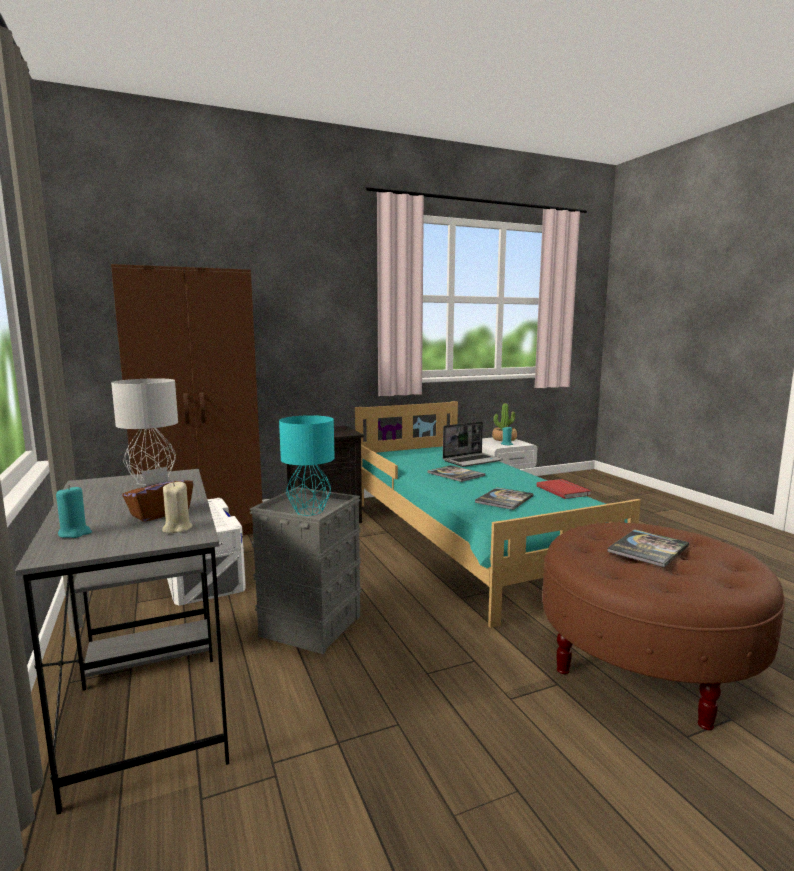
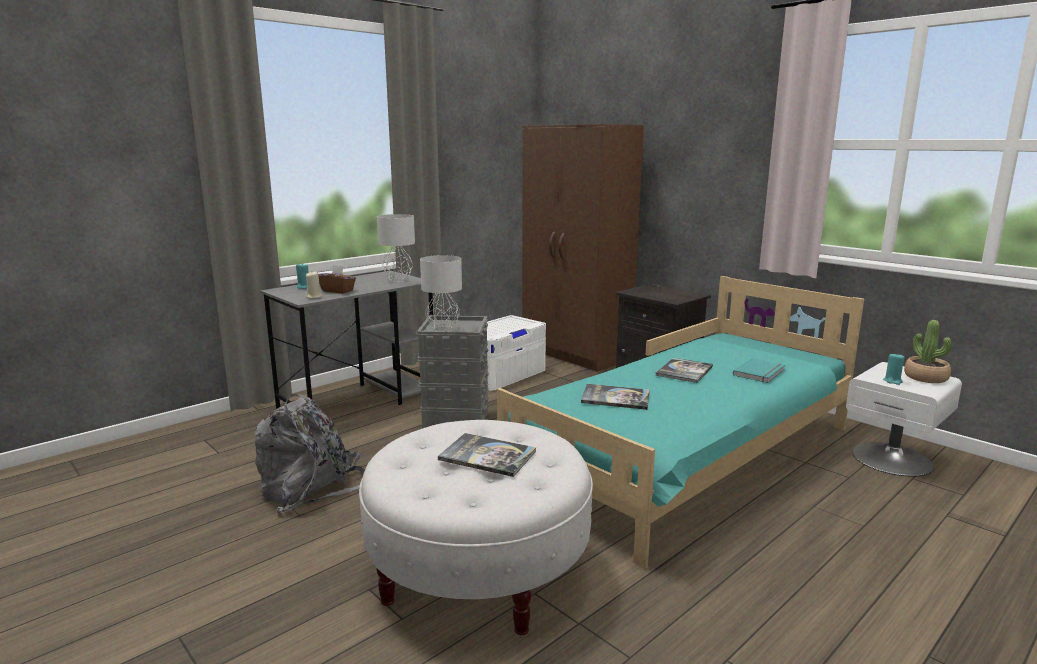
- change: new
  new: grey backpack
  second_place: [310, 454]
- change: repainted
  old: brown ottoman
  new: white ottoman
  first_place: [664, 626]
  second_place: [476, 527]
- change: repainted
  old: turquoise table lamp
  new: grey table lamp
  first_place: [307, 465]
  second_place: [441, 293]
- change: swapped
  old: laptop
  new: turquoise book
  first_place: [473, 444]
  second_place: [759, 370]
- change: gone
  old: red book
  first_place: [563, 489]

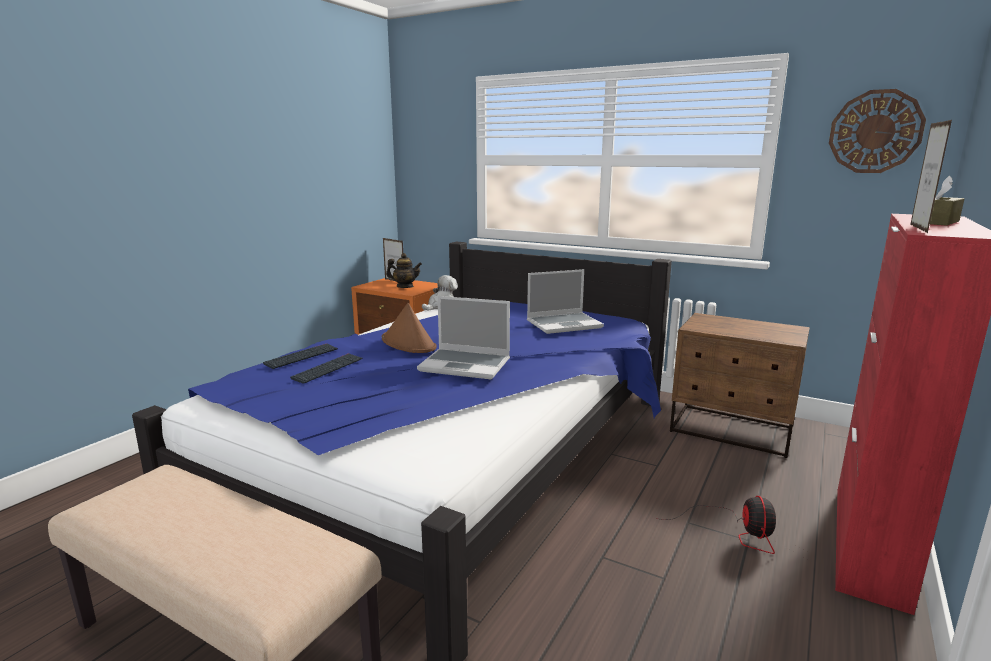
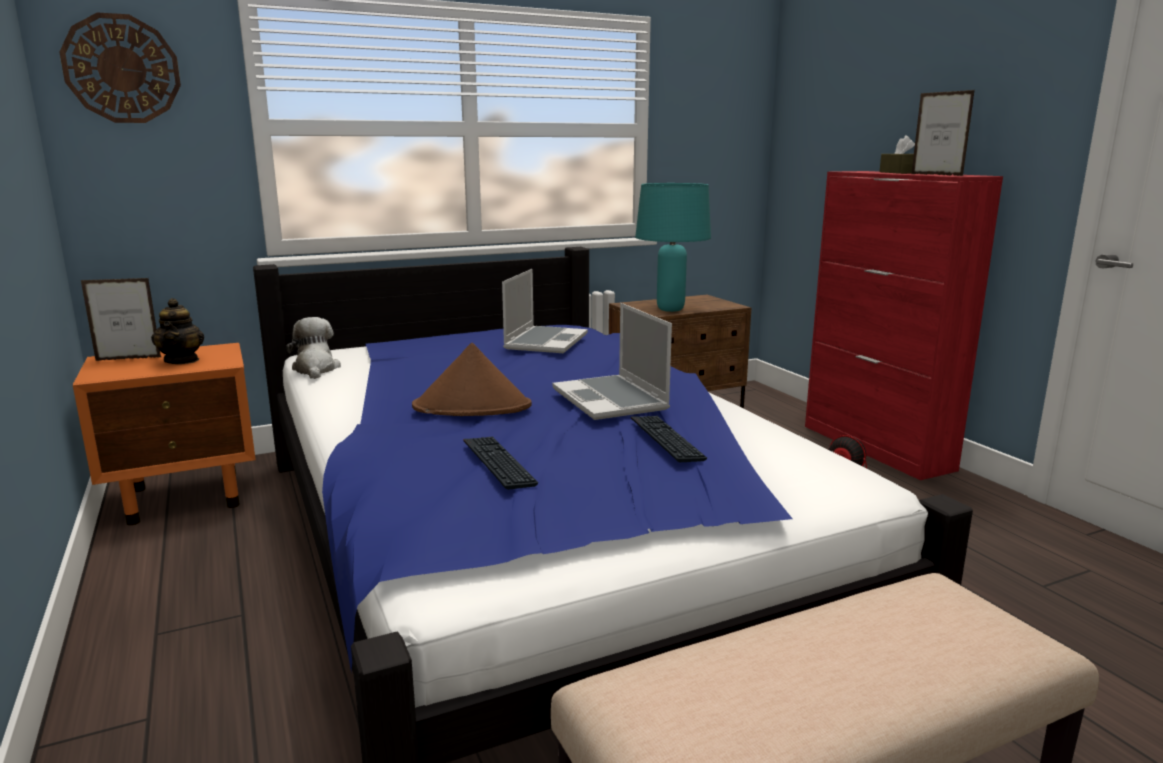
- change: shifted
  old: wall clock
  first_place: [877, 131]
  second_place: [120, 67]
- change: rotated
  old: teapot
  first_place: [404, 270]
  second_place: [177, 331]
  degrees: 120
- change: rotated
  old: laptop
  first_place: [463, 337]
  second_place: [612, 361]
  degrees: 105
- change: shifted
  old: keyboard
  first_place: [300, 356]
  second_place: [669, 439]
- change: new
  new: turquoise table lamp
  second_place: [673, 247]

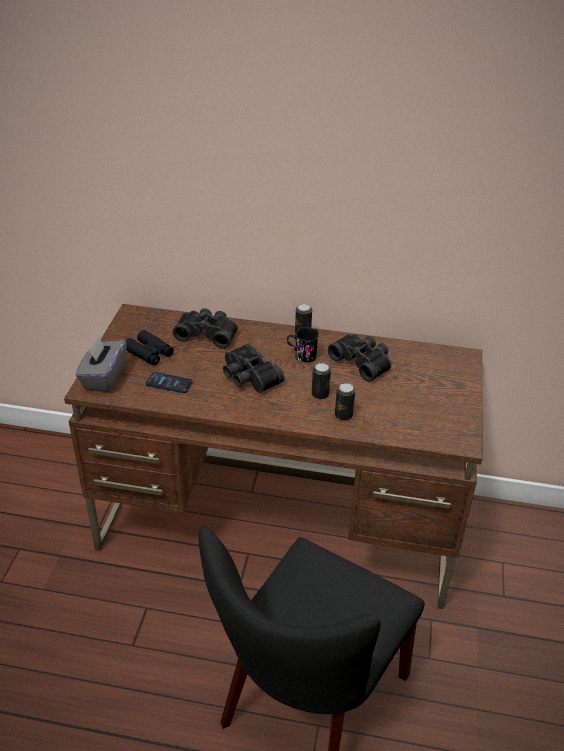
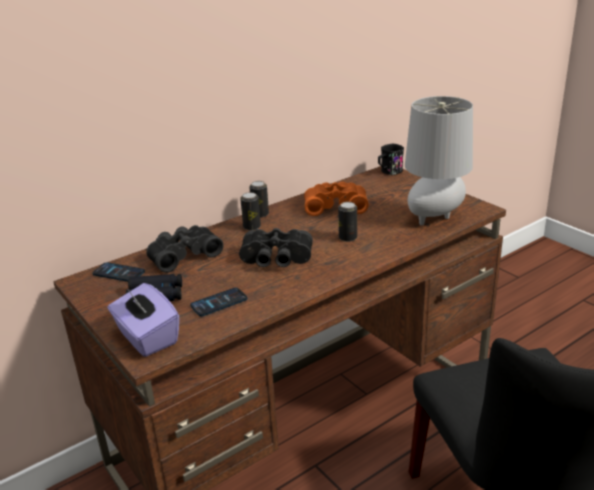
- change: new
  new: phone
  second_place: [119, 272]
- change: repainted
  old: grey tissue box
  new: purple tissue box
  first_place: [101, 364]
  second_place: [143, 320]
- change: shifted
  old: can
  first_place: [345, 401]
  second_place: [250, 211]
- change: repainted
  old: black binoculars
  new: orange binoculars
  first_place: [359, 358]
  second_place: [336, 199]
- change: shifted
  old: black mug
  first_place: [303, 344]
  second_place: [391, 159]
- change: new
  new: grey table lamp
  second_place: [439, 160]

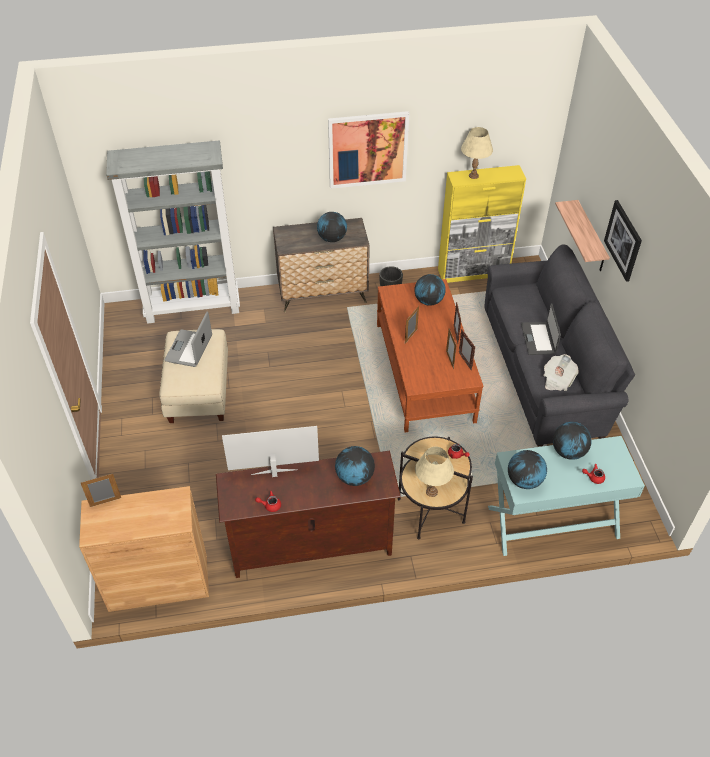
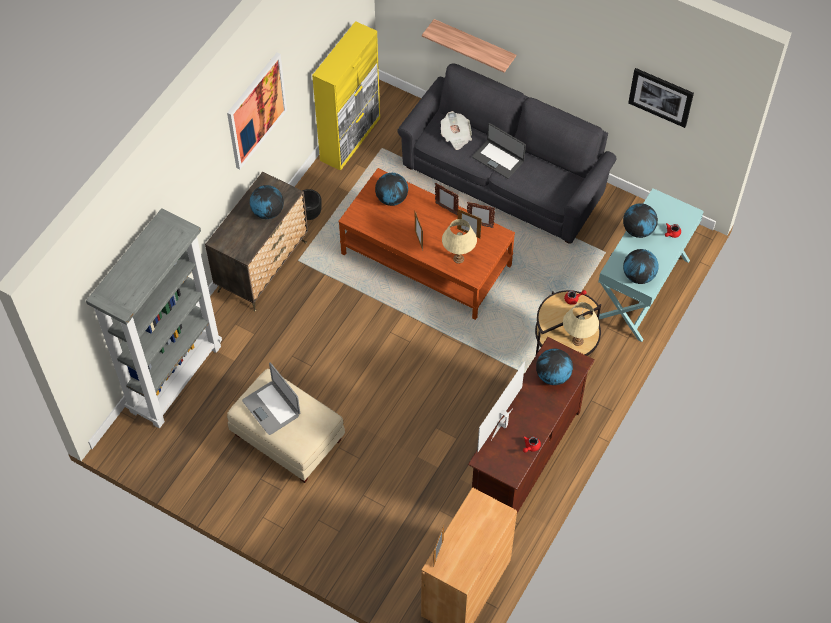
- change: shifted
  old: newspaper
  first_place: [561, 372]
  second_place: [456, 130]
- change: shifted
  old: beige table lamp
  first_place: [477, 153]
  second_place: [459, 241]
- change: shifted
  old: picture
  first_place: [623, 241]
  second_place: [661, 98]

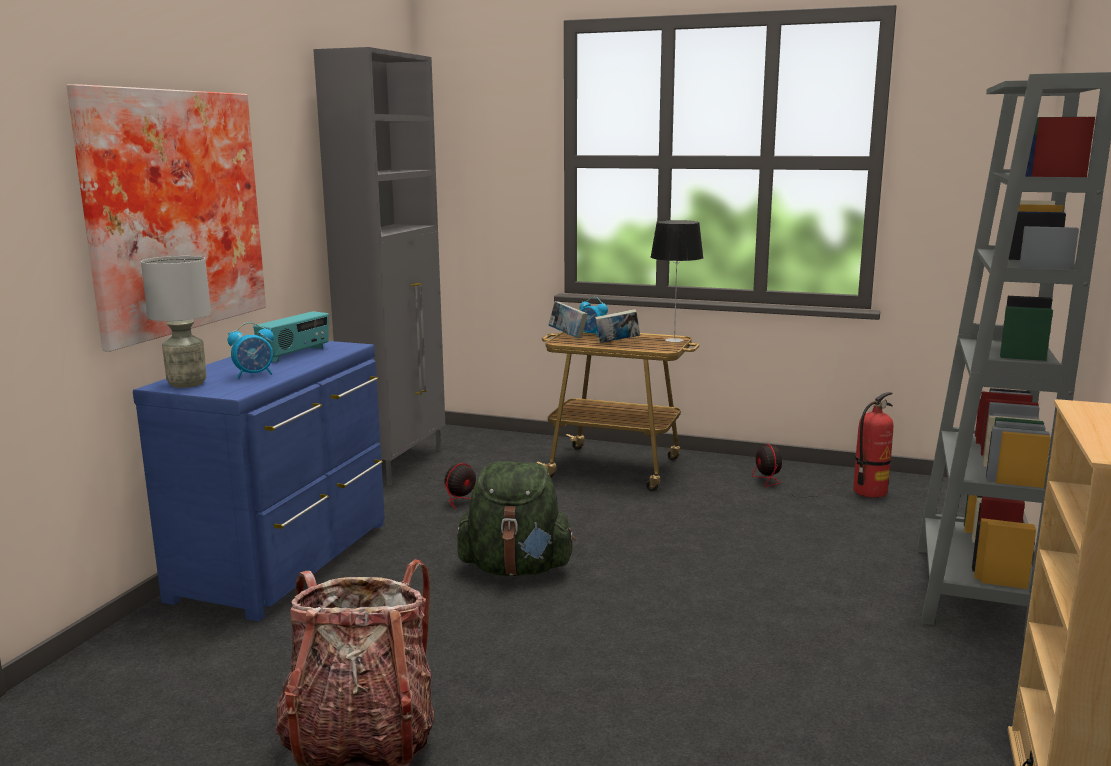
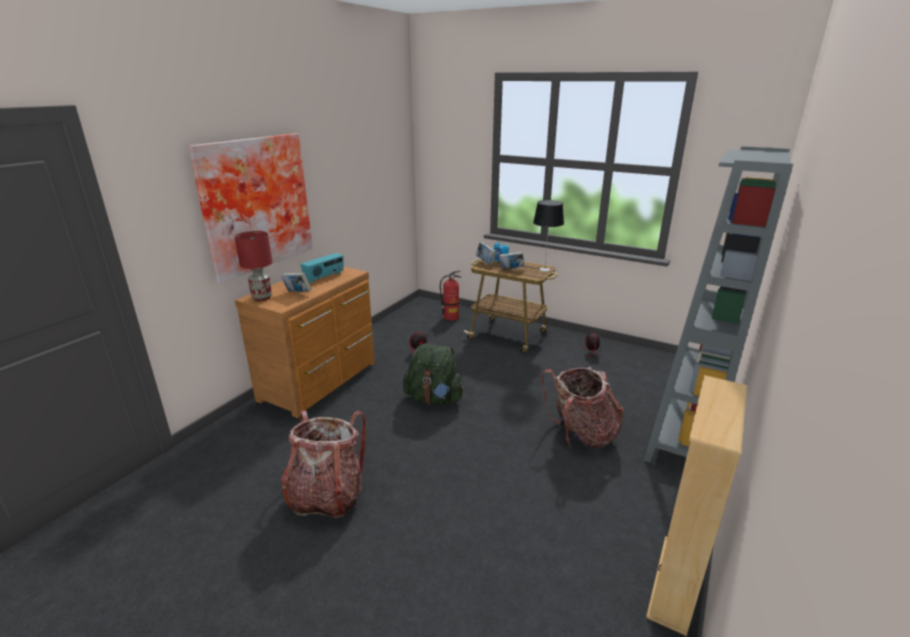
- change: repainted
  old: grey table lamp
  new: red table lamp
  first_place: [176, 322]
  second_place: [253, 266]
- change: repainted
  old: blue dresser
  new: brown dresser
  first_place: [259, 481]
  second_place: [305, 342]
- change: swapped
  old: alarm clock
  new: book
  first_place: [251, 350]
  second_place: [296, 282]
- change: shifted
  old: fire extinguisher
  first_place: [873, 445]
  second_place: [450, 296]
- change: new
  new: backpack
  second_place: [582, 407]
- change: gone
  old: grey cabinet
  first_place: [379, 266]

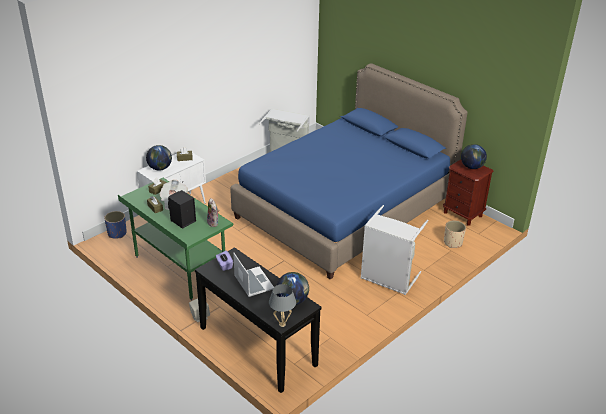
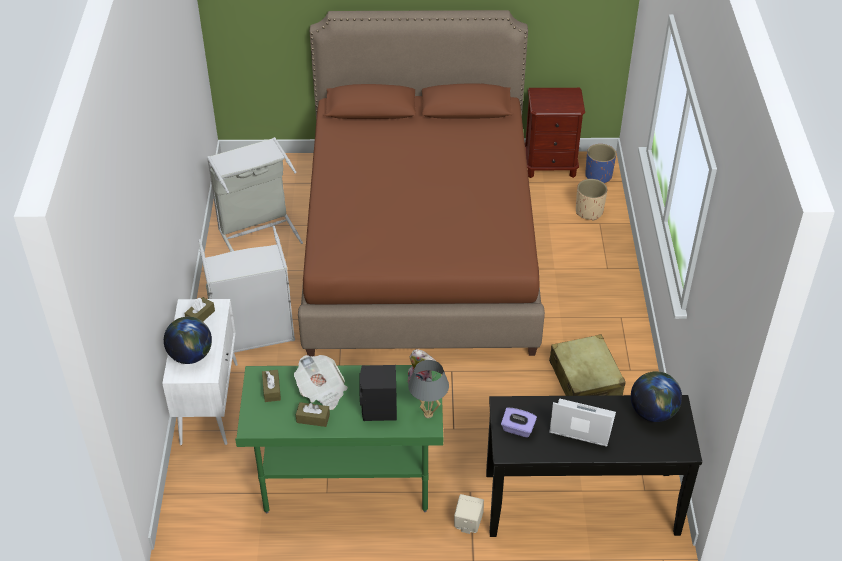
- change: shifted
  old: grey laundry basket
  first_place: [394, 250]
  second_place: [246, 289]
- change: repainted
  old: blue bed
  new: brown bed
  first_place: [349, 171]
  second_place: [421, 183]
- change: shifted
  old: grey table lamp
  first_place: [282, 305]
  second_place: [428, 389]
- change: new
  new: beige suitcase
  second_place: [587, 365]
- change: shifted
  old: blue planter
  first_place: [115, 224]
  second_place: [600, 163]
- change: gone
  old: globe
  first_place: [474, 156]

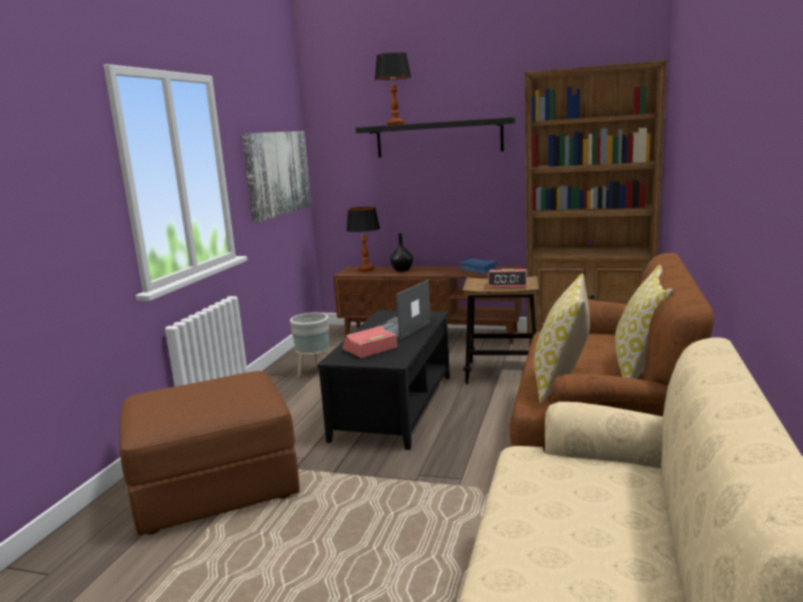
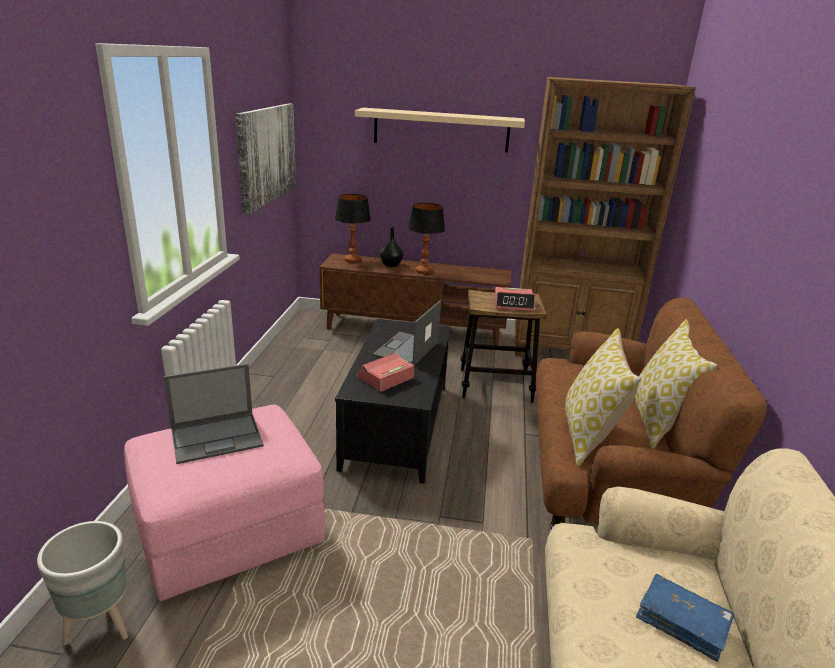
- change: shifted
  old: grey planter
  first_place: [309, 345]
  second_place: [82, 583]
- change: repainted
  old: brown ottoman
  new: pink ottoman
  first_place: [210, 453]
  second_place: [224, 503]
- change: new
  new: laptop
  second_place: [213, 414]
- change: repainted
  old: black shelf
  new: beige shelf
  first_place: [435, 137]
  second_place: [440, 130]
- change: shifted
  old: table lamp
  first_place: [393, 89]
  second_place: [426, 238]
- change: shifted
  old: blue book
  first_place: [478, 266]
  second_place: [685, 618]

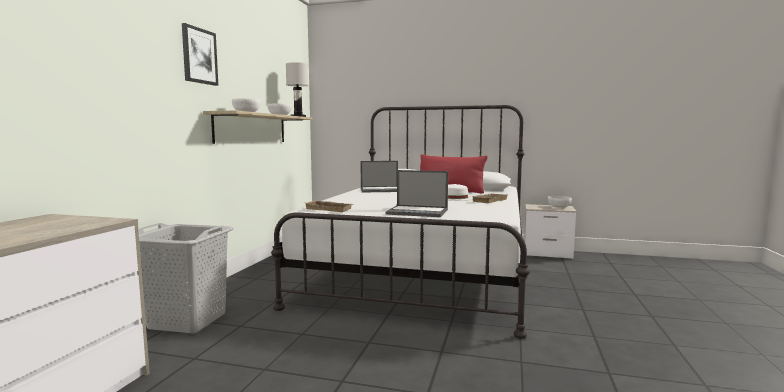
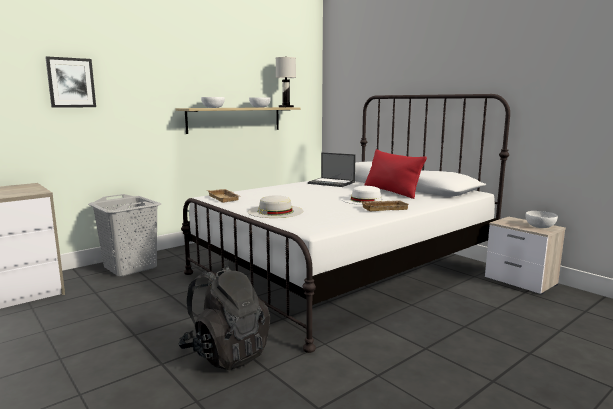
- change: shifted
  old: picture
  first_place: [200, 54]
  second_place: [70, 82]
- change: new
  new: black backpack
  second_place: [224, 317]
- change: swapped
  old: laptop
  new: white hat
  first_place: [417, 193]
  second_place: [275, 206]

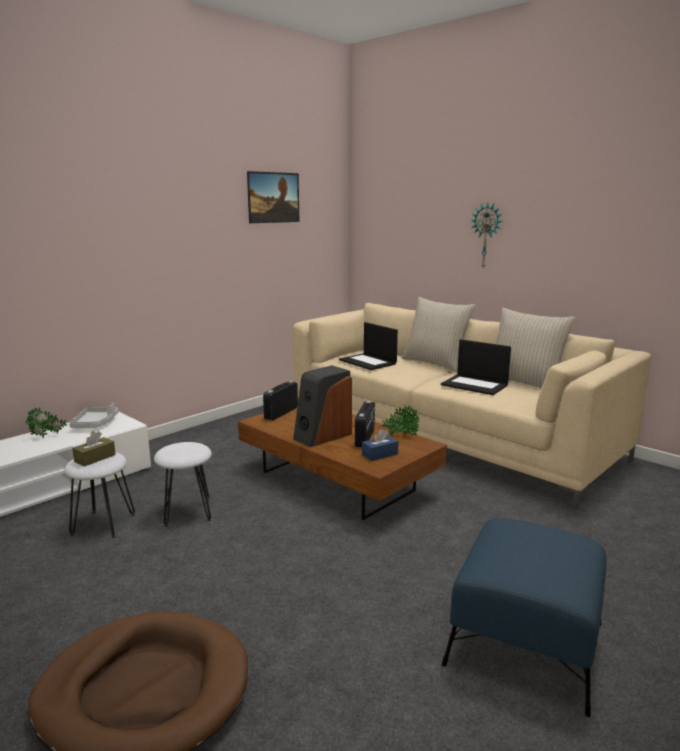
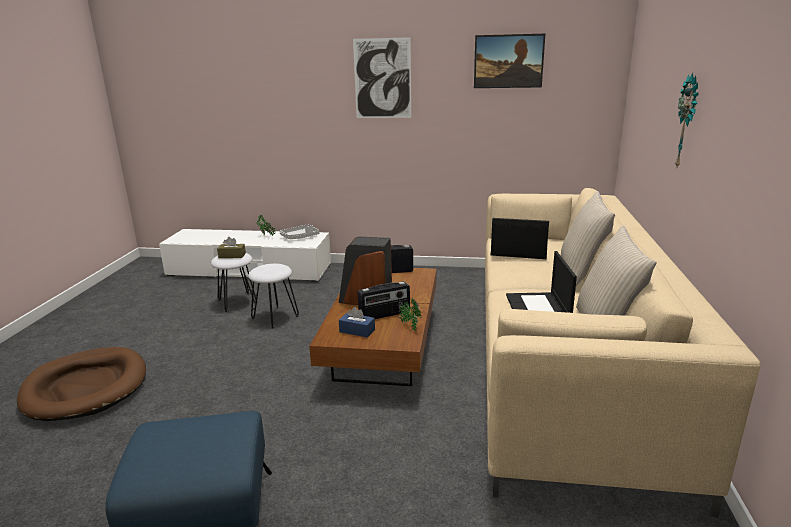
- change: new
  new: picture
  second_place: [382, 77]
- change: rotated
  old: laptop
  first_place: [368, 346]
  second_place: [519, 238]
  degrees: 90

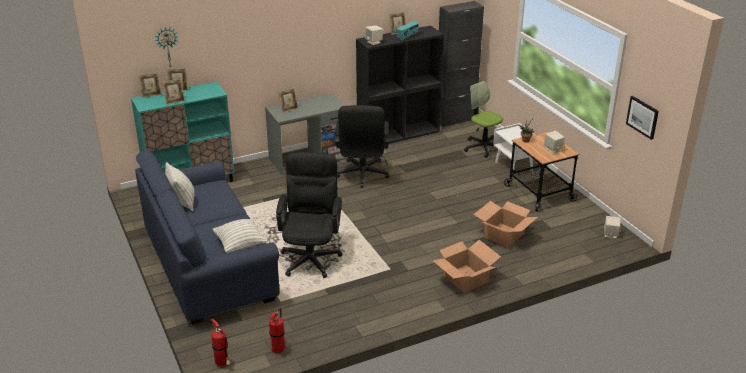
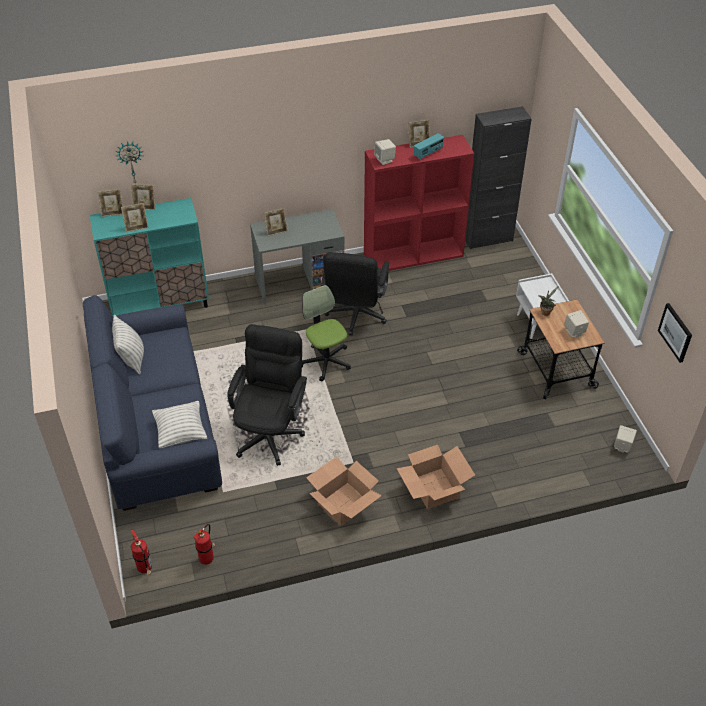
- change: shifted
  old: office chair
  first_place: [483, 119]
  second_place: [326, 333]
- change: shifted
  old: cardboard box
  first_place: [505, 224]
  second_place: [344, 491]
- change: repainted
  old: black bookcase
  new: red bookcase
  first_place: [400, 85]
  second_place: [419, 203]

